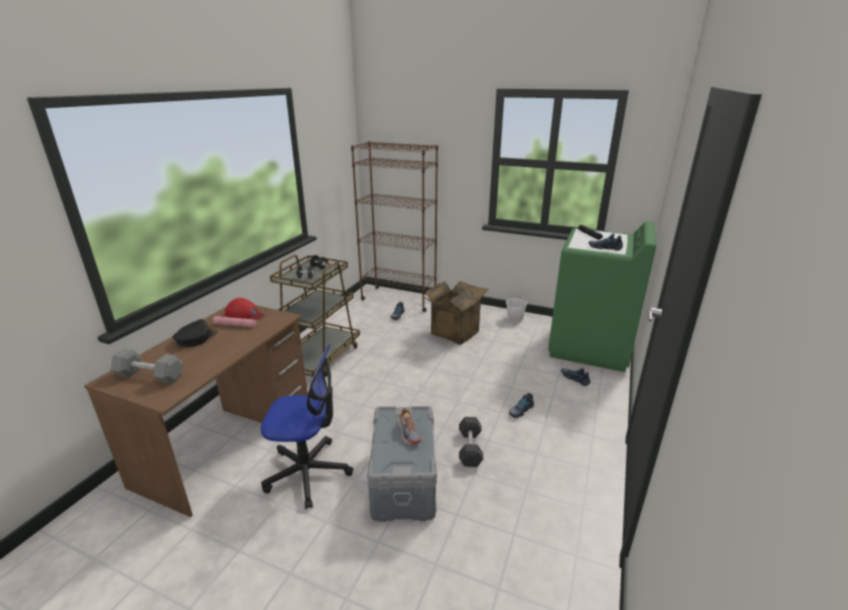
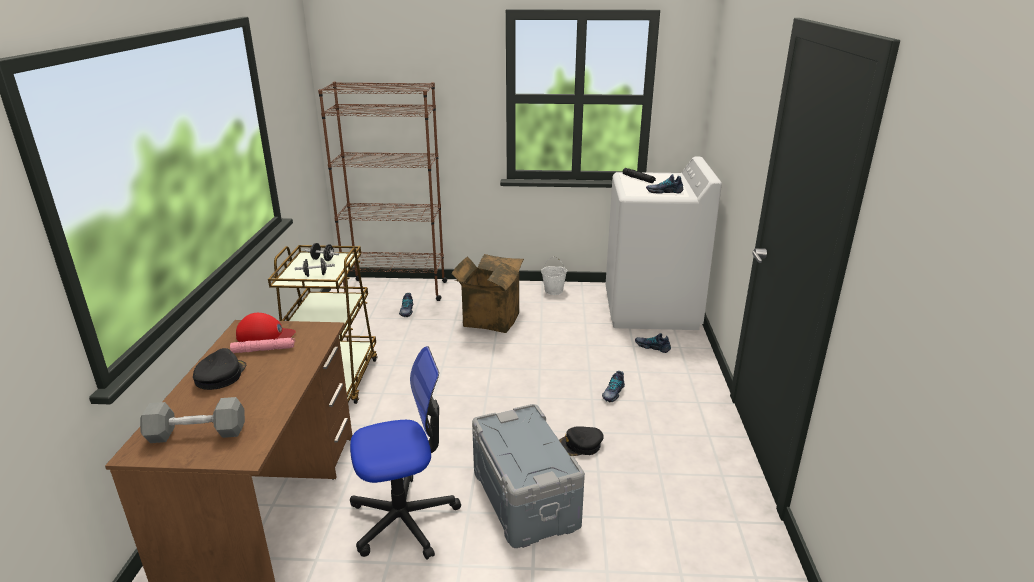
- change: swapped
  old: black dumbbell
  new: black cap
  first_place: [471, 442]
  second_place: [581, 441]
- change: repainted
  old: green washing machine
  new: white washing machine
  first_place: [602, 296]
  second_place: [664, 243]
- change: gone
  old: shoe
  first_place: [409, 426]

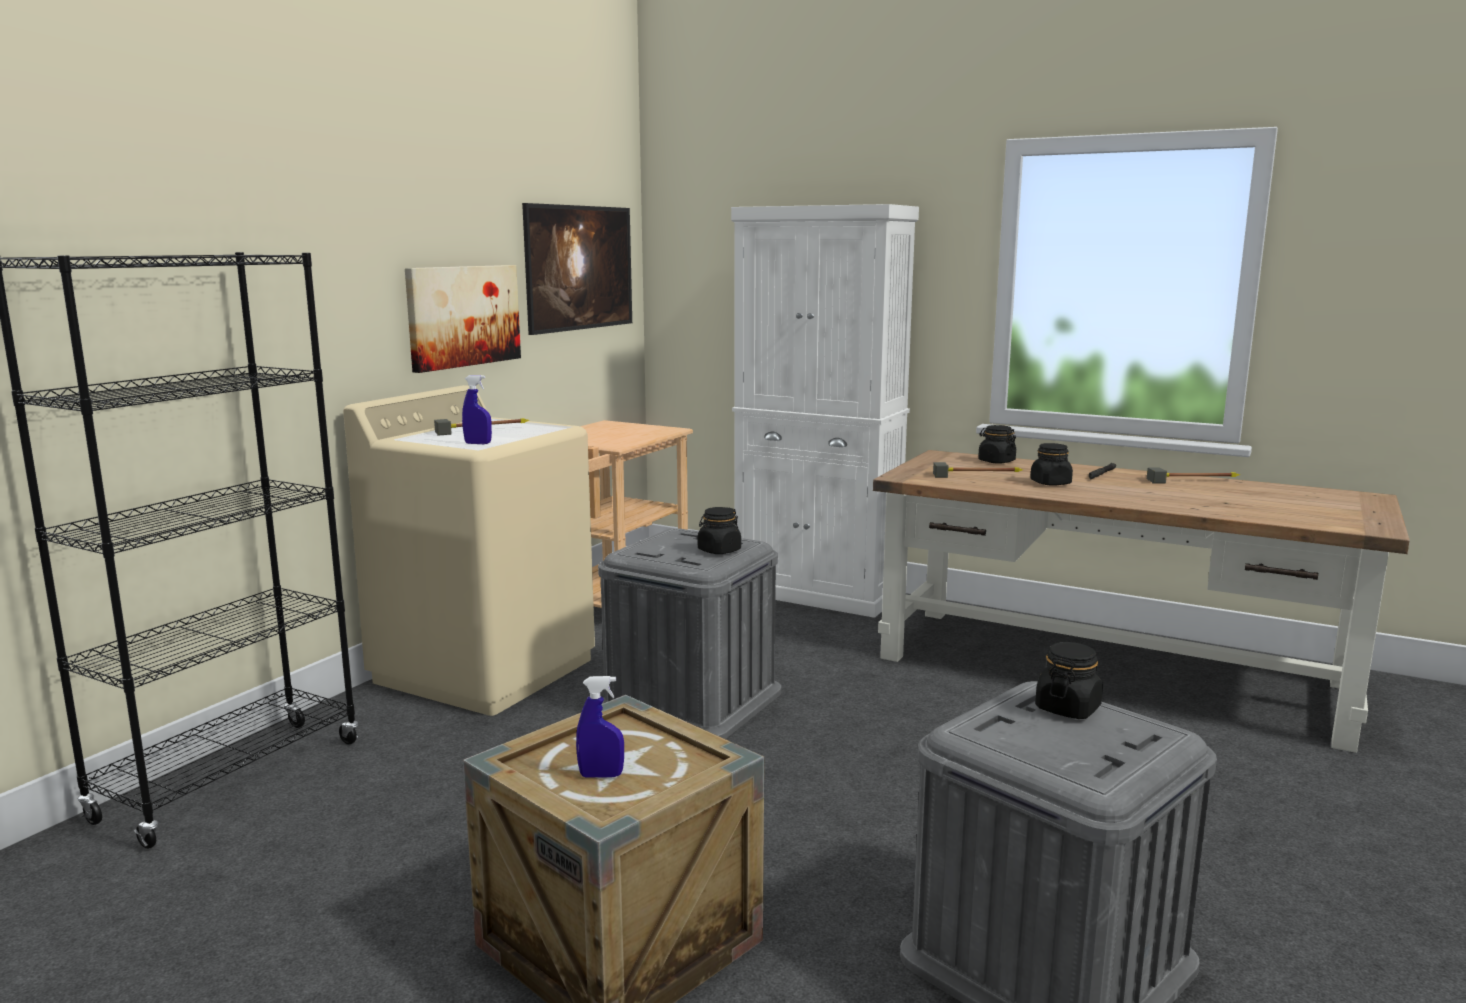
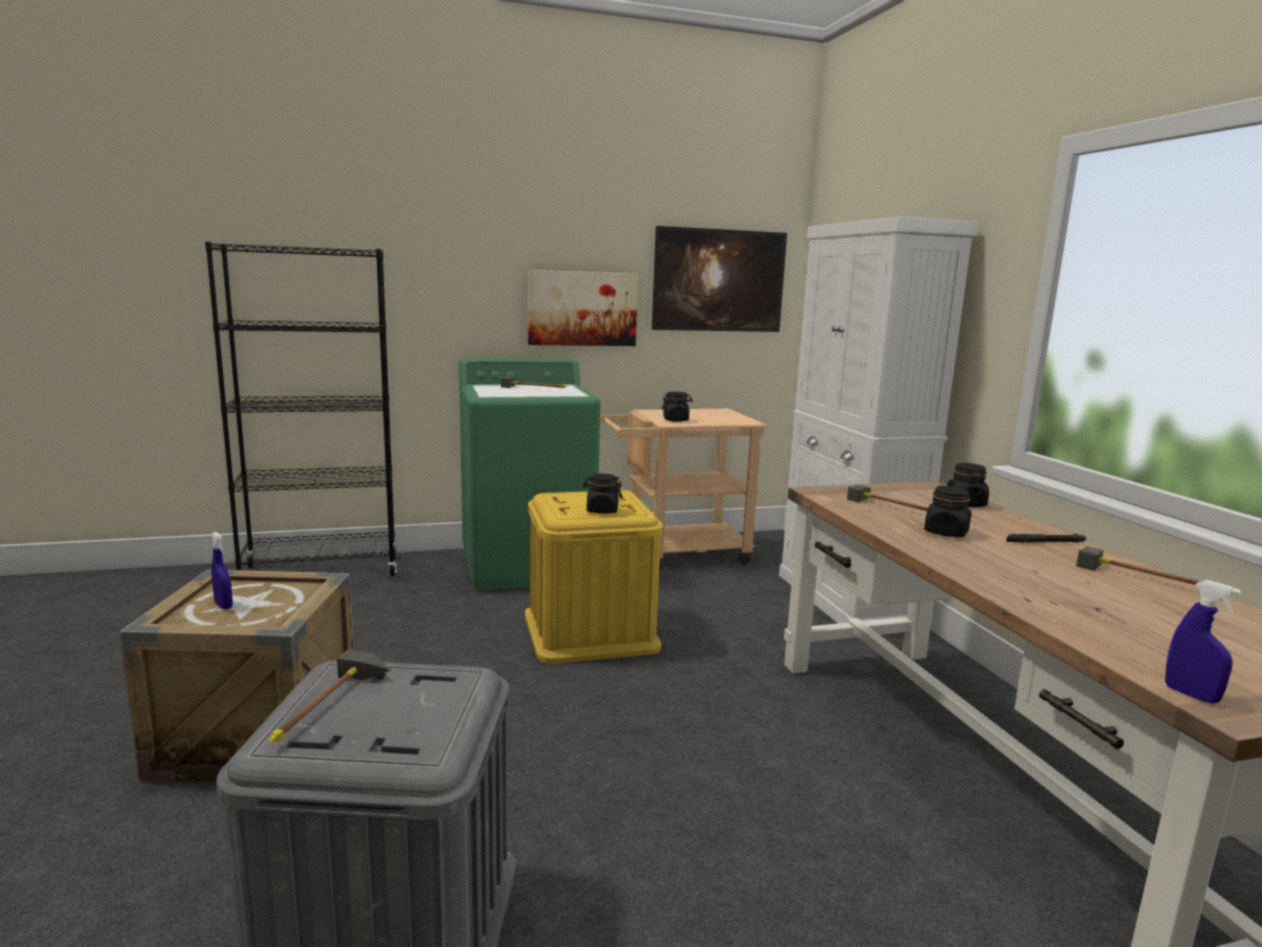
- change: new
  new: hammer
  second_place: [330, 696]
- change: repainted
  old: beige washing machine
  new: green washing machine
  first_place: [469, 550]
  second_place: [530, 475]
- change: repainted
  old: grey storage box
  new: yellow storage box
  first_place: [689, 633]
  second_place: [594, 577]
- change: shifted
  old: black jar
  first_place: [1069, 680]
  second_place: [677, 407]
- change: shifted
  old: blue spray bottle
  first_place: [477, 409]
  second_place: [1203, 642]

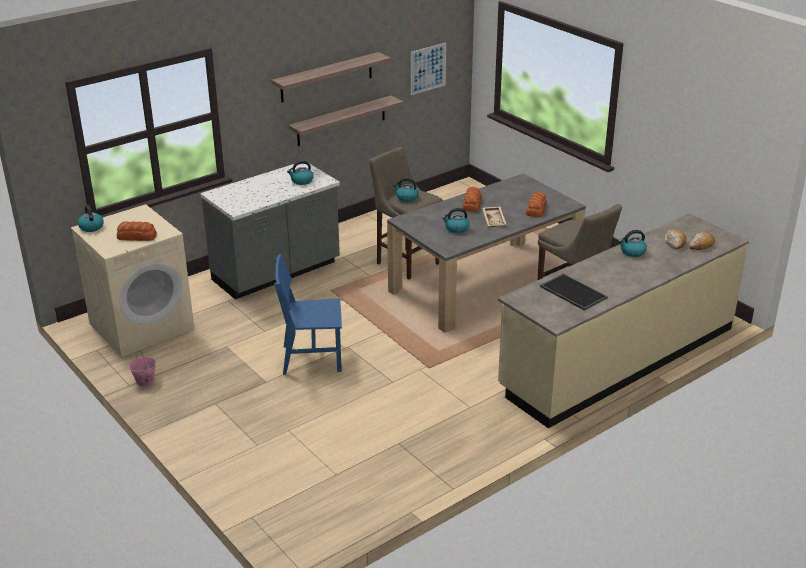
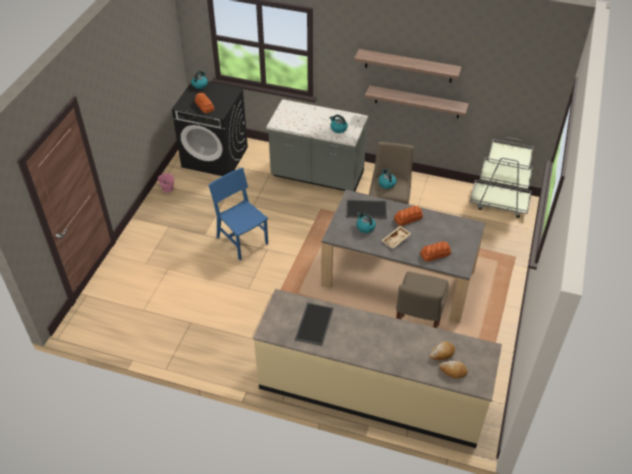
- change: repainted
  old: beige washing machine
  new: black washing machine
  first_place: [133, 280]
  second_place: [210, 128]
- change: new
  new: tray
  second_place: [366, 209]
- change: new
  new: grey cart
  second_place: [502, 177]
- change: gone
  old: picture
  first_place: [428, 69]
- change: gone
  old: kettle
  first_place: [633, 243]

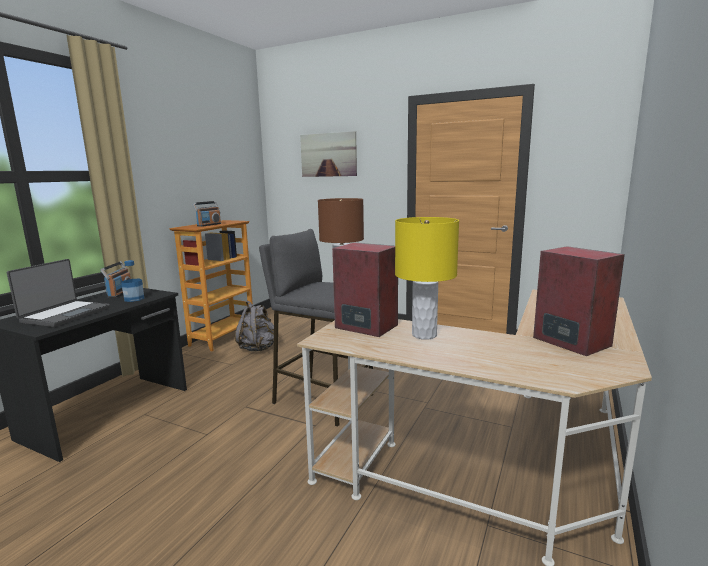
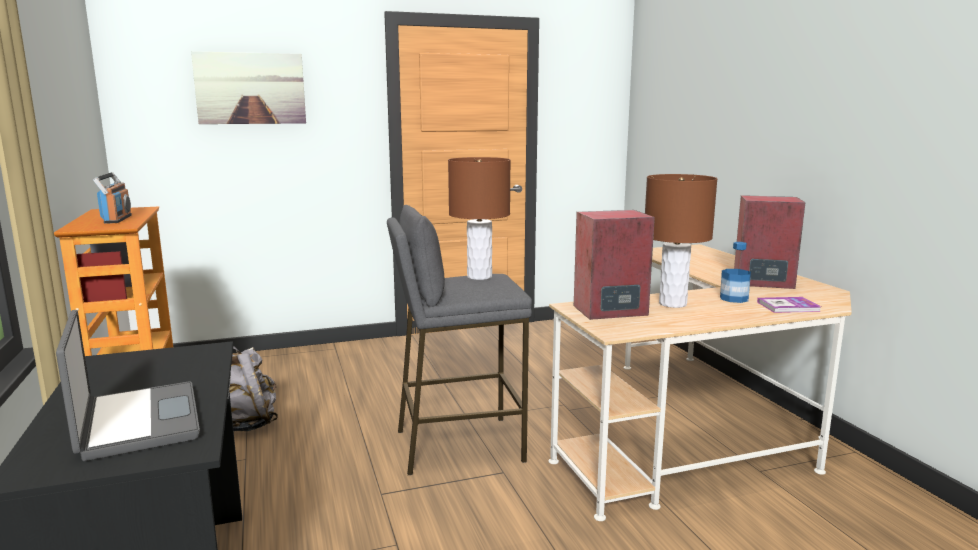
- change: repainted
  old: yellow table lamp
  new: brown table lamp
  first_place: [427, 278]
  second_place: [681, 241]
- change: shifted
  old: bottle
  first_place: [132, 281]
  second_place: [735, 272]
- change: new
  new: book
  second_place: [789, 305]
- change: gone
  old: radio
  first_place: [115, 279]

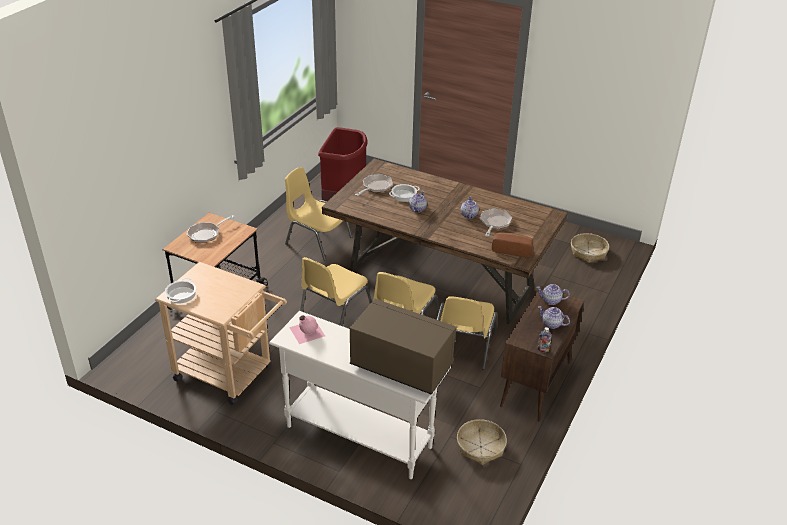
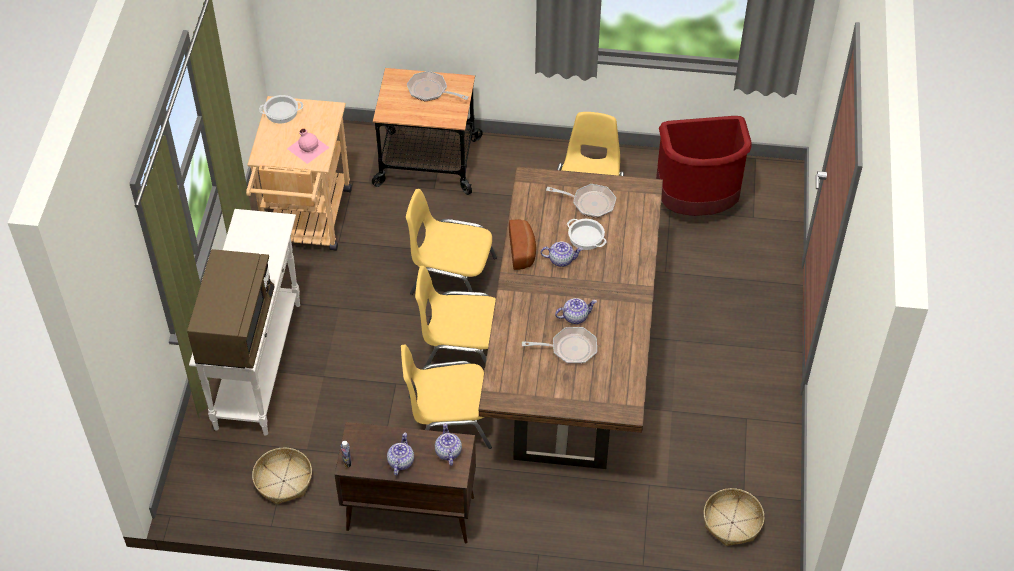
- change: shifted
  old: pink bottle
  first_place: [307, 329]
  second_place: [308, 146]
- change: shifted
  old: bread
  first_place: [512, 245]
  second_place: [522, 244]

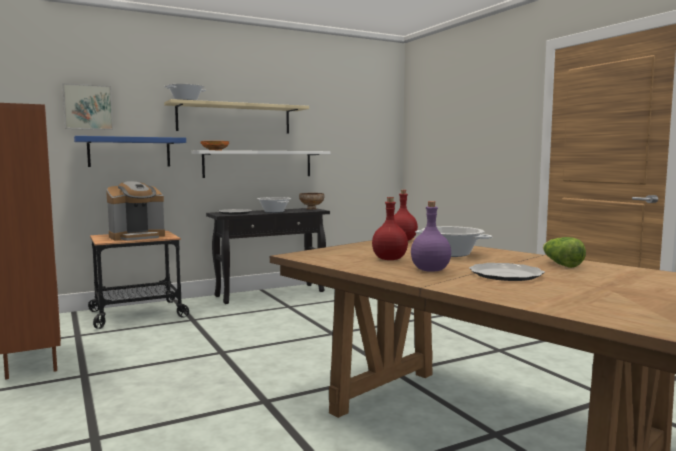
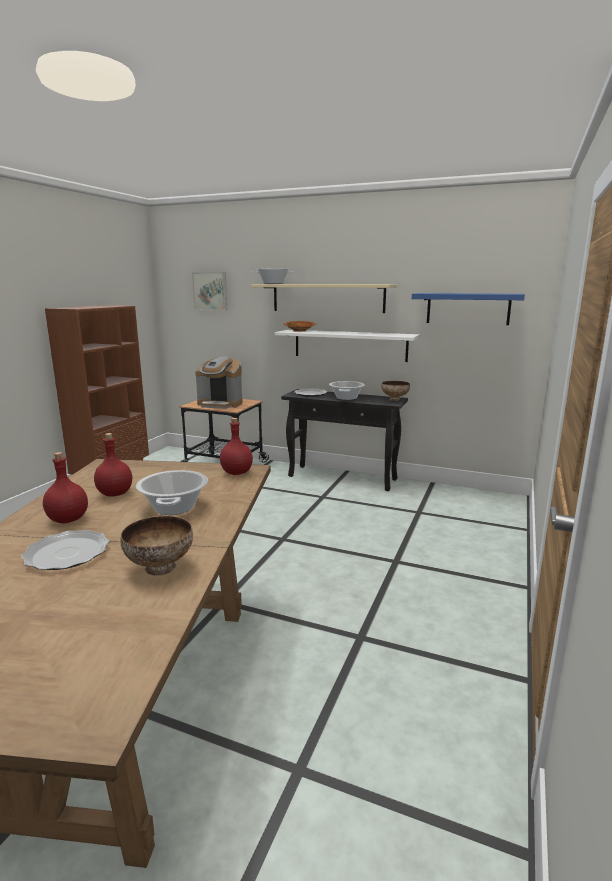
- change: repainted
  old: purple bottle
  new: red bottle
  first_place: [431, 236]
  second_place: [65, 487]
- change: swapped
  old: lettuce
  new: bowl
  first_place: [564, 252]
  second_place: [156, 546]
- change: shifted
  old: blue shelf
  first_place: [130, 151]
  second_place: [468, 309]

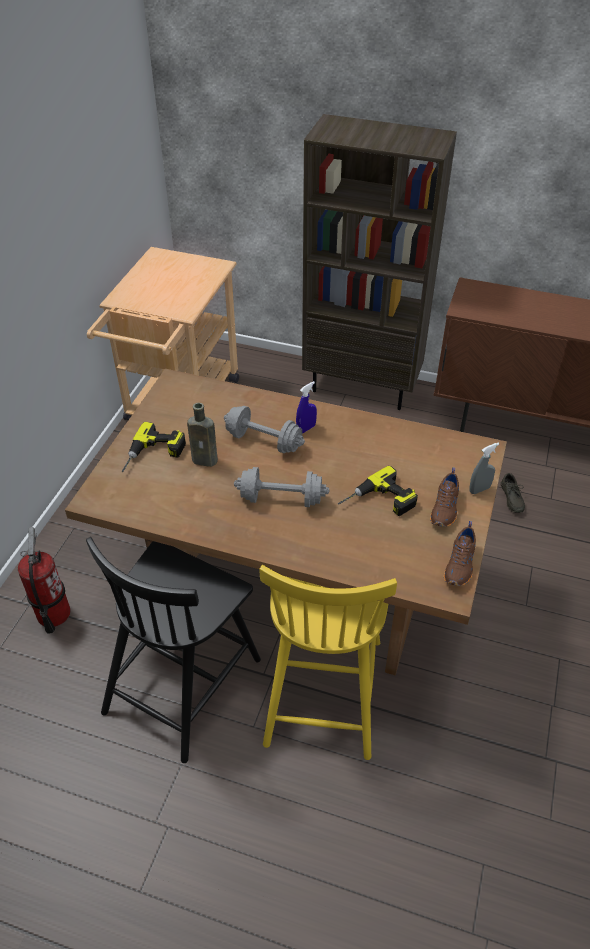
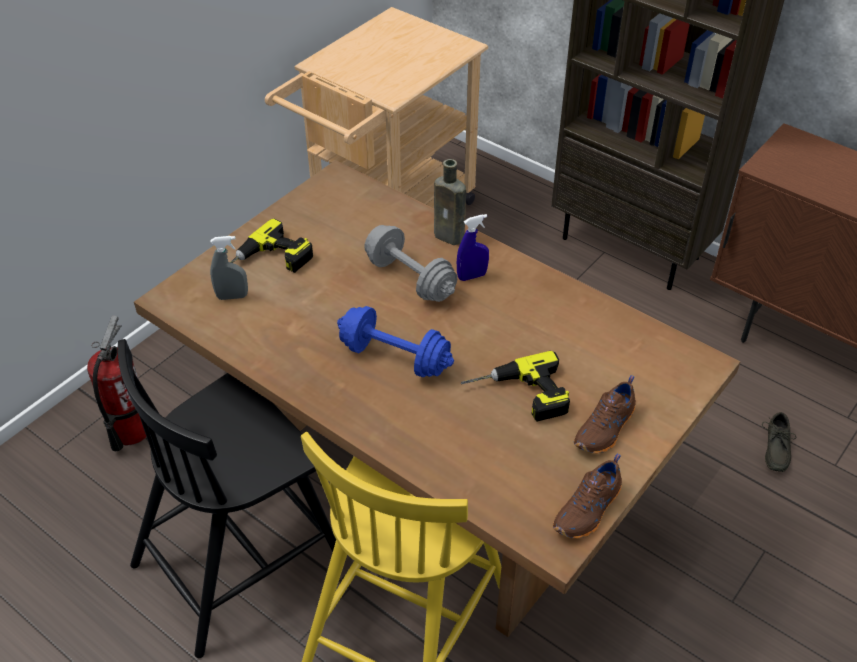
- change: shifted
  old: grey spray bottle
  first_place: [484, 468]
  second_place: [229, 268]
- change: repainted
  old: grey dumbbell
  new: blue dumbbell
  first_place: [281, 487]
  second_place: [395, 341]
- change: shifted
  old: brown bottle
  first_place: [202, 435]
  second_place: [450, 202]

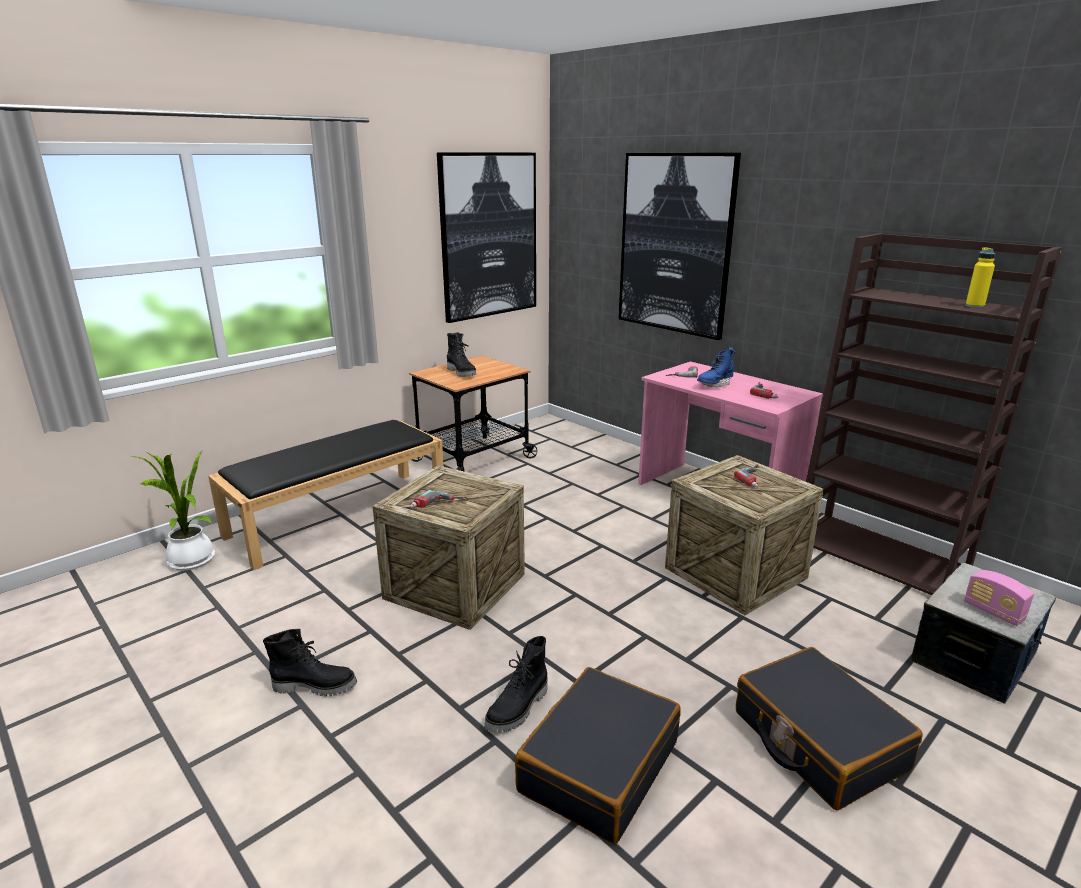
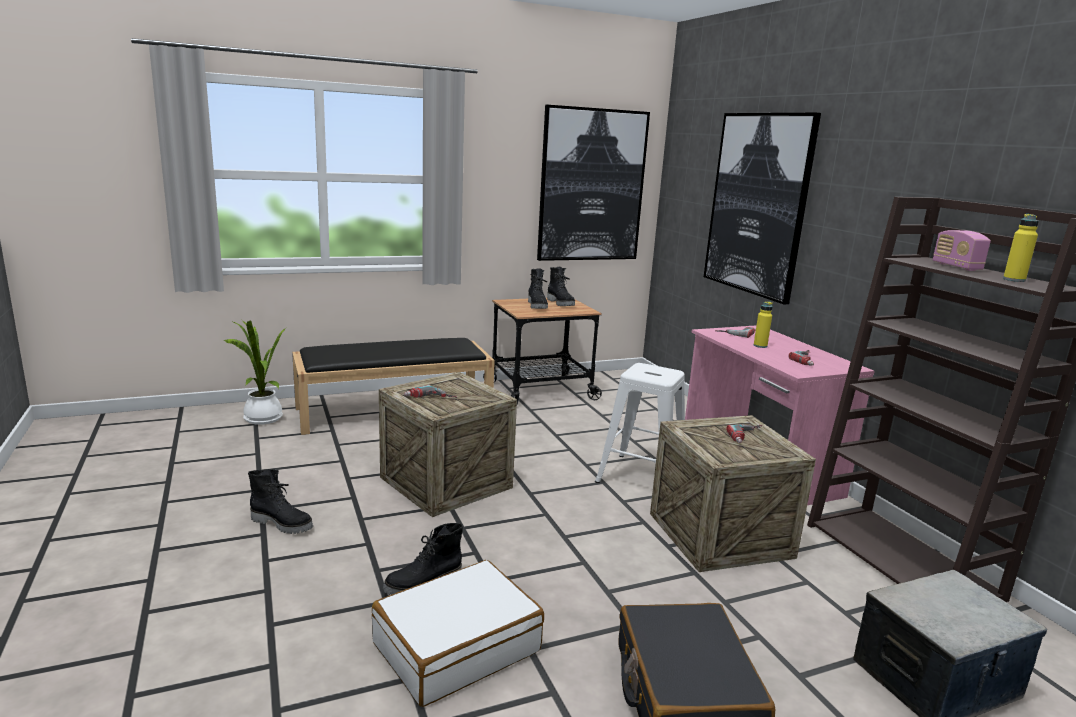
- change: repainted
  old: black suitcase
  new: white suitcase
  first_place: [598, 755]
  second_place: [458, 633]
- change: new
  new: black boot
  second_place: [561, 286]
- change: new
  new: white stool
  second_place: [640, 423]
- change: swapped
  old: blue boot
  new: yellow bottle
  first_place: [716, 367]
  second_place: [763, 324]
- change: shifted
  old: radio
  first_place: [999, 598]
  second_place: [962, 250]

